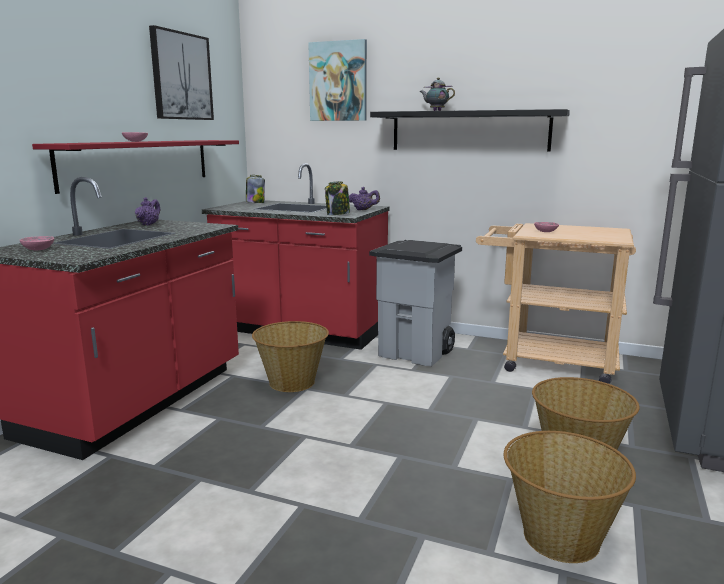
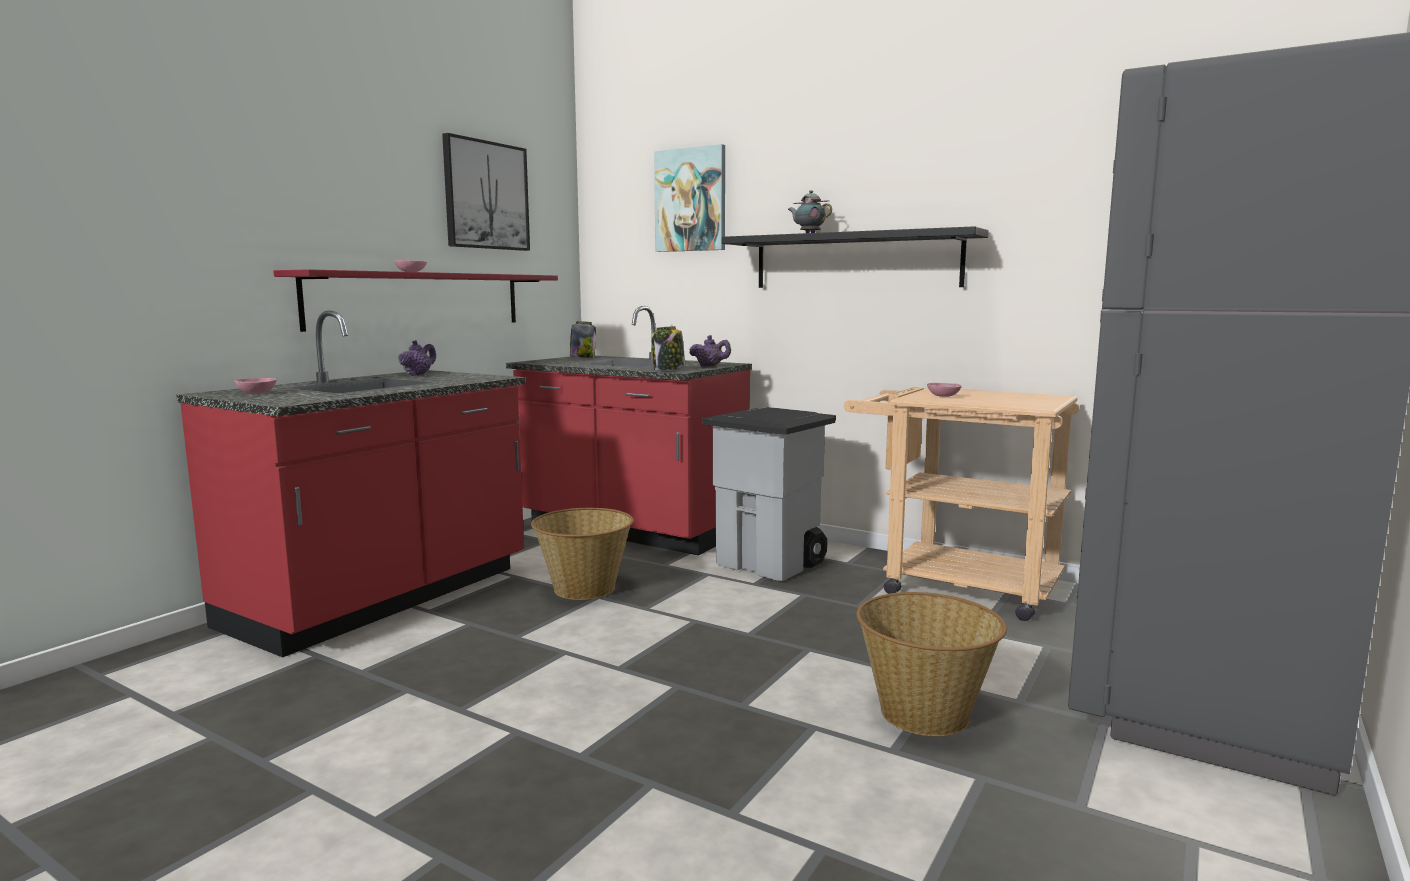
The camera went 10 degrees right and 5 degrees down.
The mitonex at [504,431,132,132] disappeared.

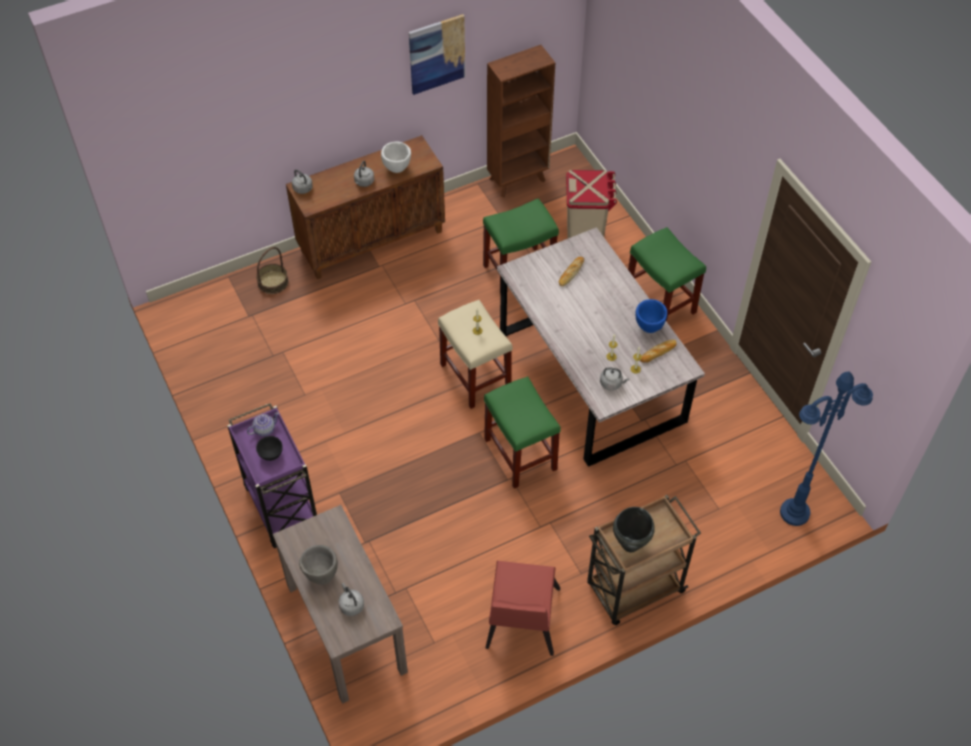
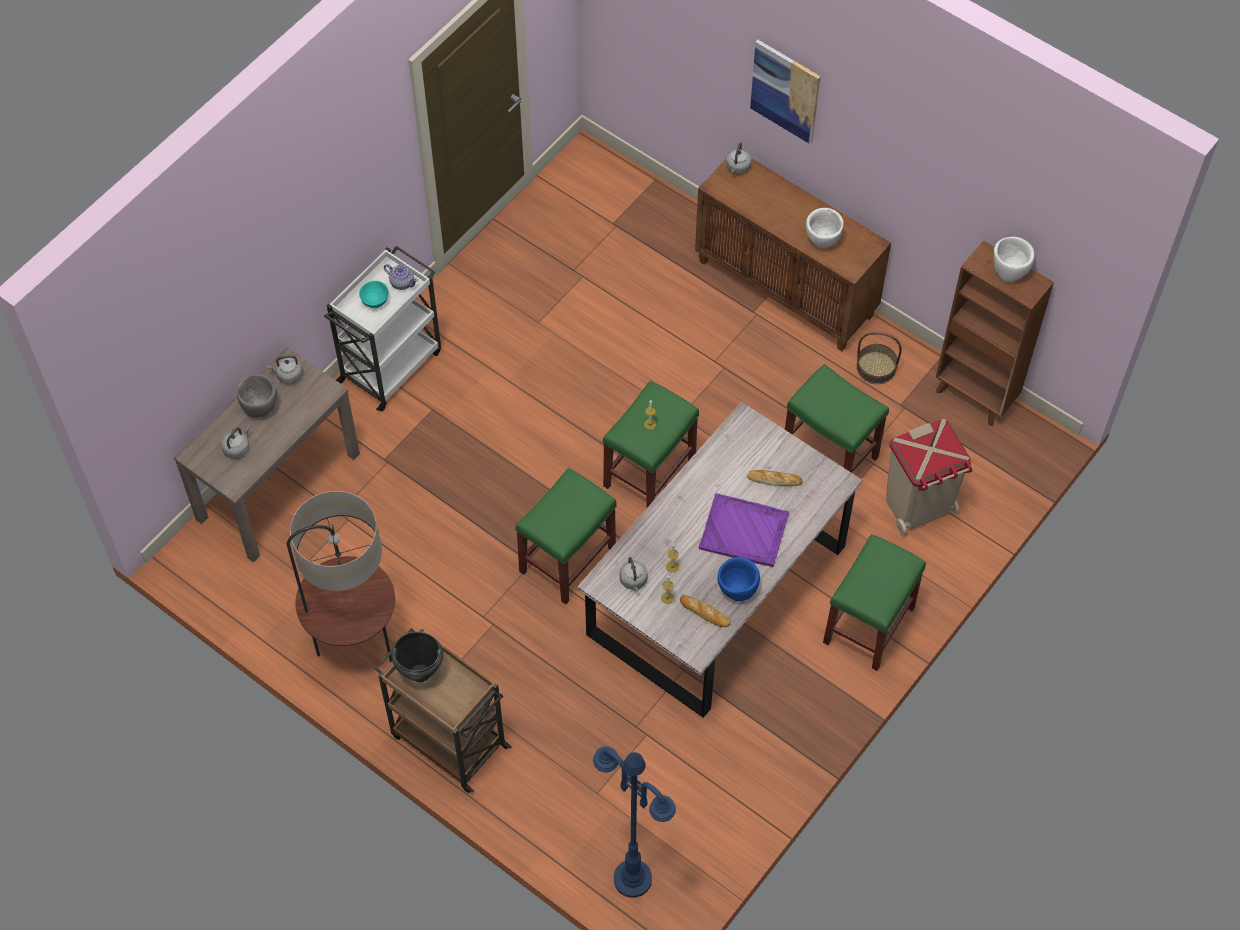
The camera went 65 degrees right and 5 degrees up.
The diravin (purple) at [699,493,90,74] appeared.
The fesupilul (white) at [994,237,41,45] appeared.
The mitonex moved from [256,247,32,47] to [856,332,46,52].
The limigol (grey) moved from [354,161,20,26] to [267,355,36,29].
The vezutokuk moved from [409,14,56,81] to [750,40,70,104].
The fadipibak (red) at [486,561,74,95] was replaced by the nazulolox at [287,491,108,171].
The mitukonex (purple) at [227,403,90,145] became the mitukonex (white) at [324,246,117,166].
The fesupilul (black) at [256,436,26,25] became the fesupilul (turquoise) at [359,281,30,27].
The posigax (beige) at [438,300,75,109] became the posigax (green) at [603,380,96,127].

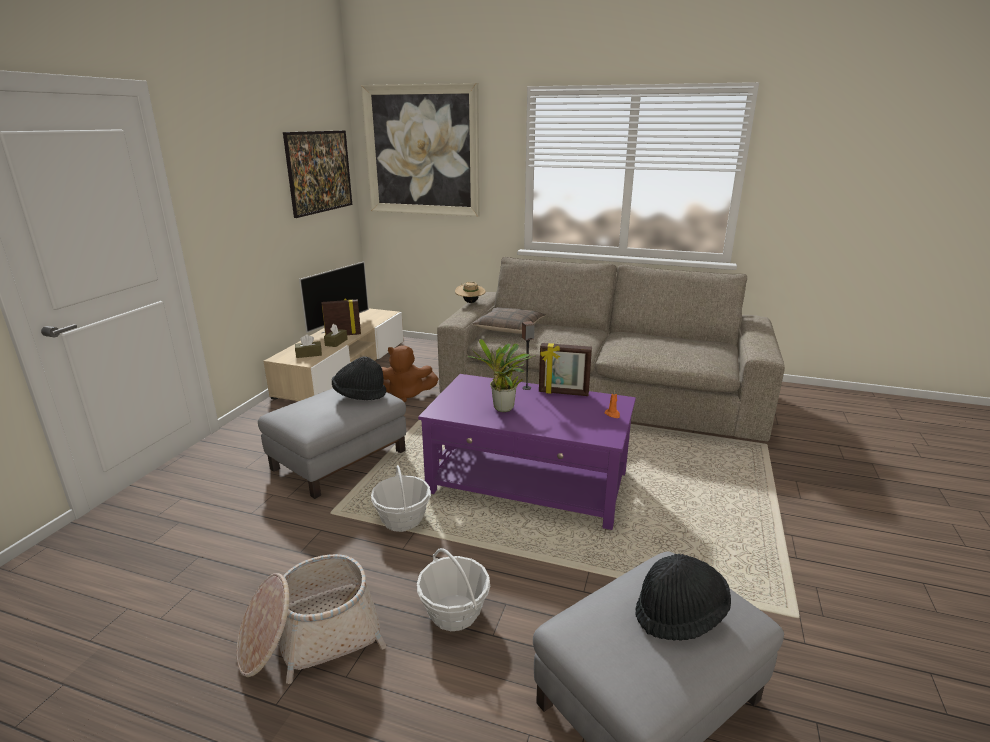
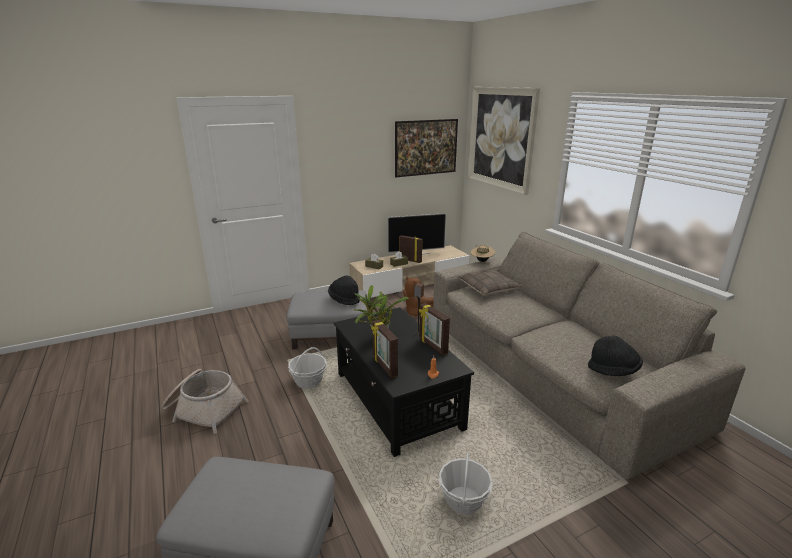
The camera went 45 degrees right and 0 degrees up.
The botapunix at [371,320,27,58] appeared.
The mitonex moved from [417,548,73,83] to [439,452,54,63].
The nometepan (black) moved from [635,554,96,87] to [588,335,55,41].
The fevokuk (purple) at [418,374,218,156] became the fevokuk (black) at [334,307,140,150].

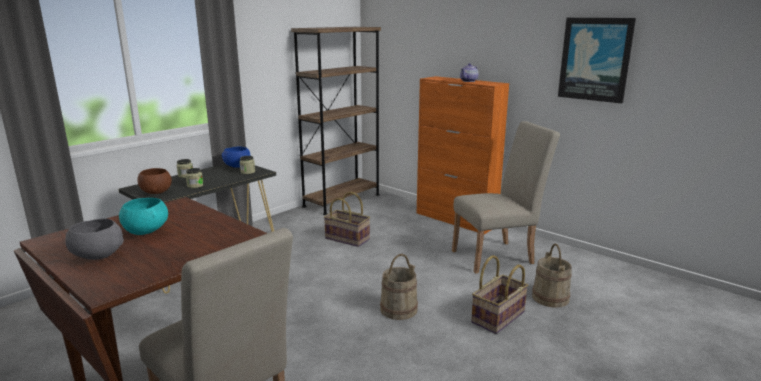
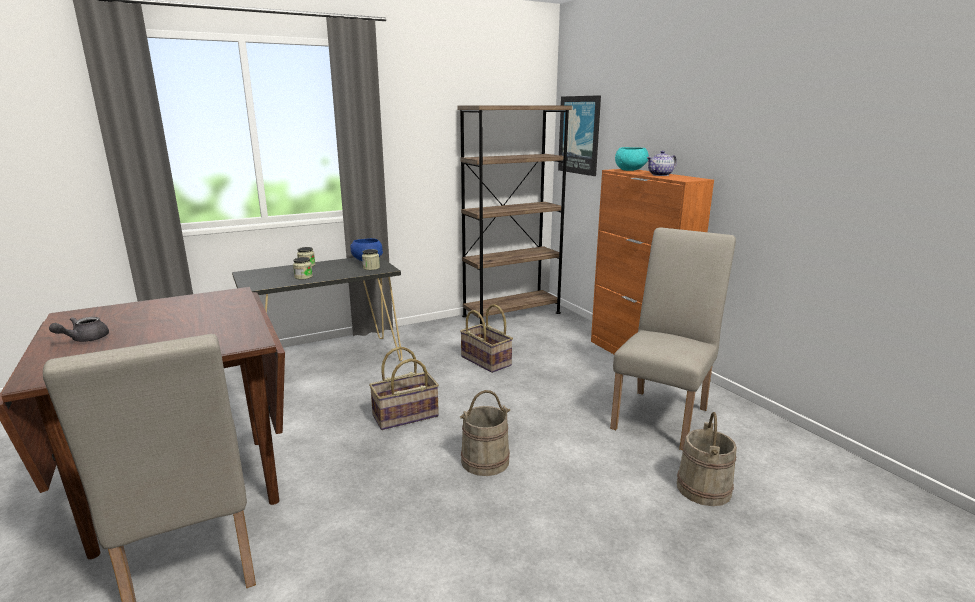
The camera went 20 degrees right and 0 degrees up.
The fesupilul (brown) at [137,168,35,26] disappeared.
The fesupilul (turquoise) moved from [119,198,49,37] to [615,147,34,24].
The mitonex moved from [471,255,57,79] to [369,347,70,83].
The vezutokuk moved from [558,18,78,86] to [558,95,43,81].
The fesupilul (grey) at [65,218,59,42] was replaced by the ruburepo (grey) at [49,317,60,25].
The fadipibak (beige) at [452,121,108,152] turned 60 degrees counterclockwise.

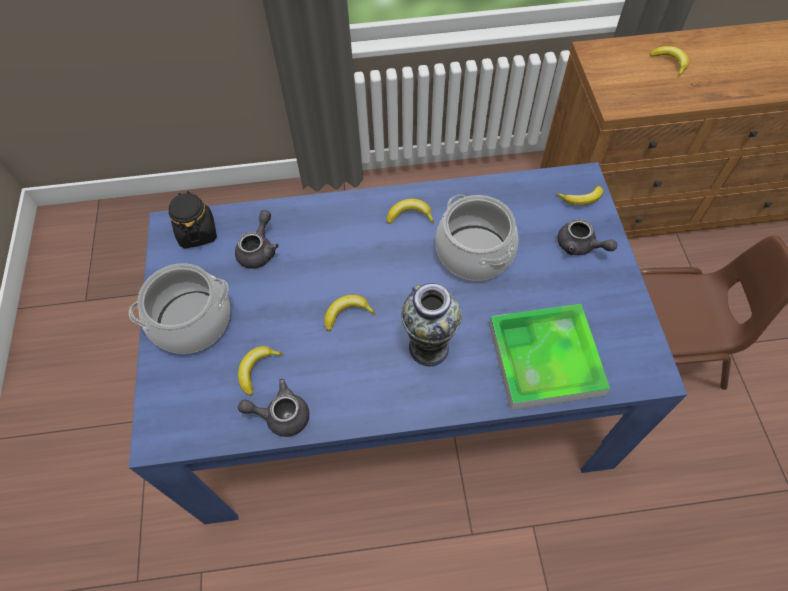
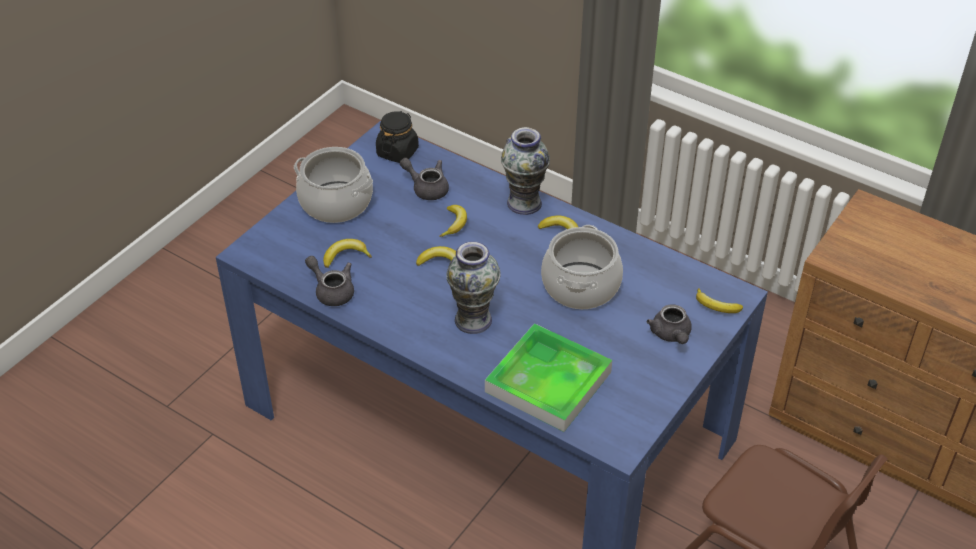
The camera went 40 degrees right and 15 degrees down.
The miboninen at [501,127,49,88] appeared.
The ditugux moved from [650,46,39,30] to [439,205,28,32].
The ruburepo (grey) at [235,210,44,59] turned 120 degrees counterclockwise.

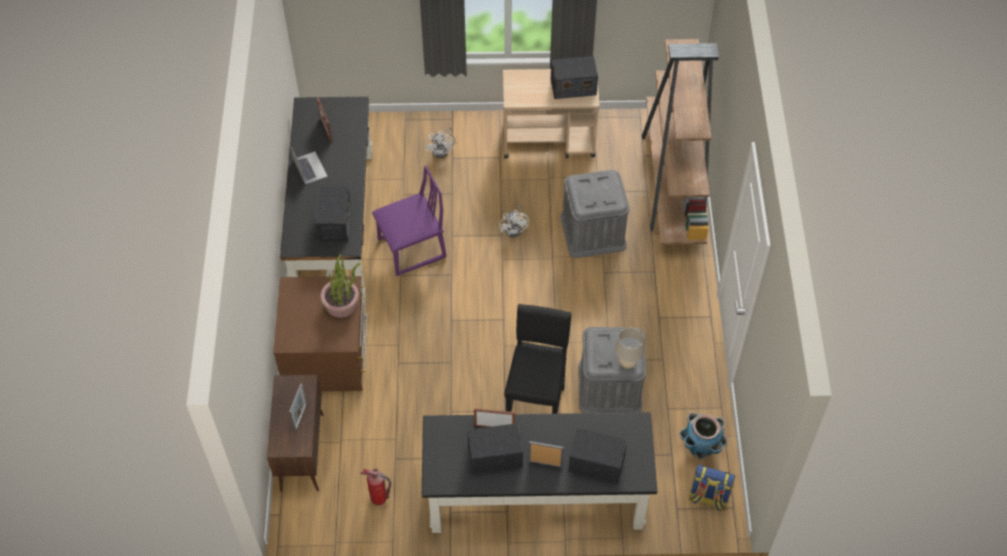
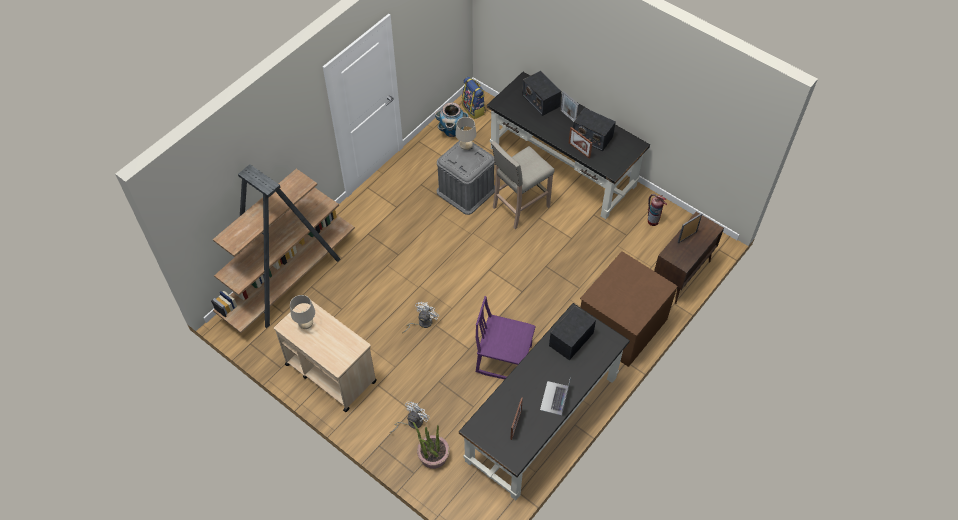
The camera went 140 degrees left and 0 degrees up.
The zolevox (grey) at [560,170,69,88] disappeared.
The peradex moved from [320,254,41,64] to [413,422,37,47].
The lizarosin at [551,56,47,43] was replaced by the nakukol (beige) at [290,295,25,34].
The posigax (black) at [504,304,68,110] became the posigax (beige) at [491,141,63,88].

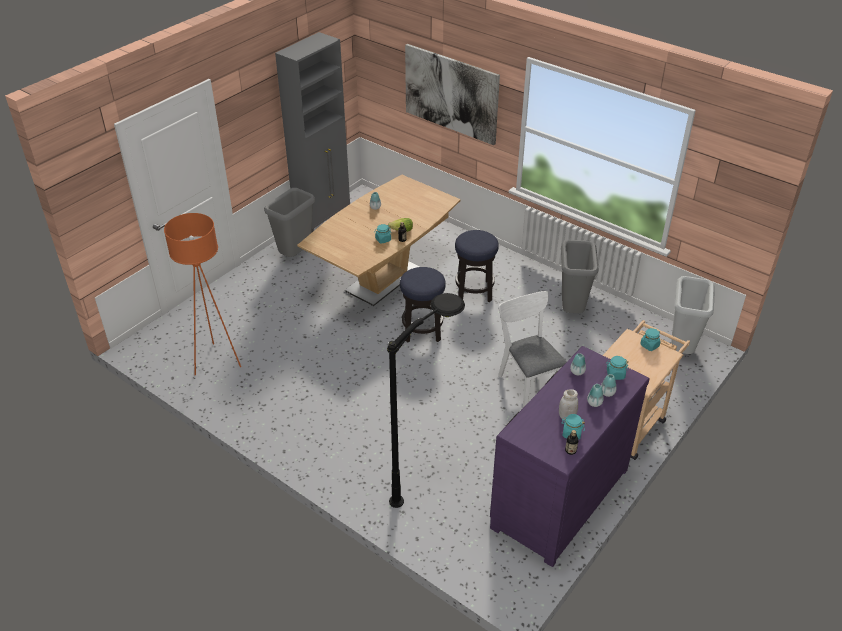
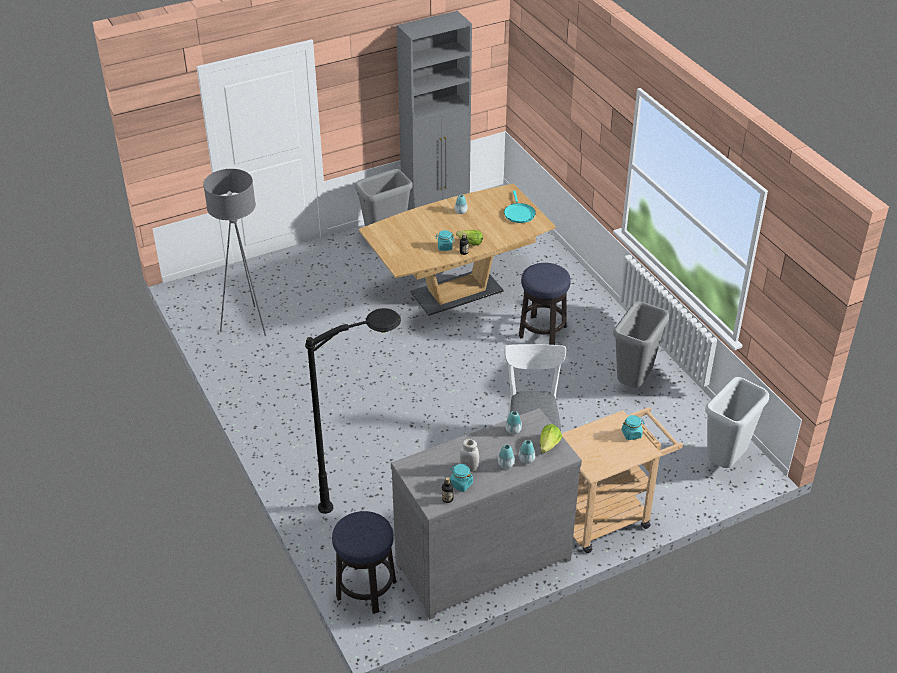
The camera went 25 degrees right and 0 degrees up.
The vezutokuk at [405,44,95,101] disappeared.
The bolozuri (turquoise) at [504,190,32,33] appeared.
The posigax moved from [400,267,46,75] to [332,511,64,103].
The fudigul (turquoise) at [606,356,22,24] was replaced by the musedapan at [540,424,22,29].
The nazulolox (orange) at [164,213,77,162] became the nazulolox (grey) at [203,169,63,167].
The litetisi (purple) at [490,346,160,221] became the litetisi (grey) at [391,408,191,211].

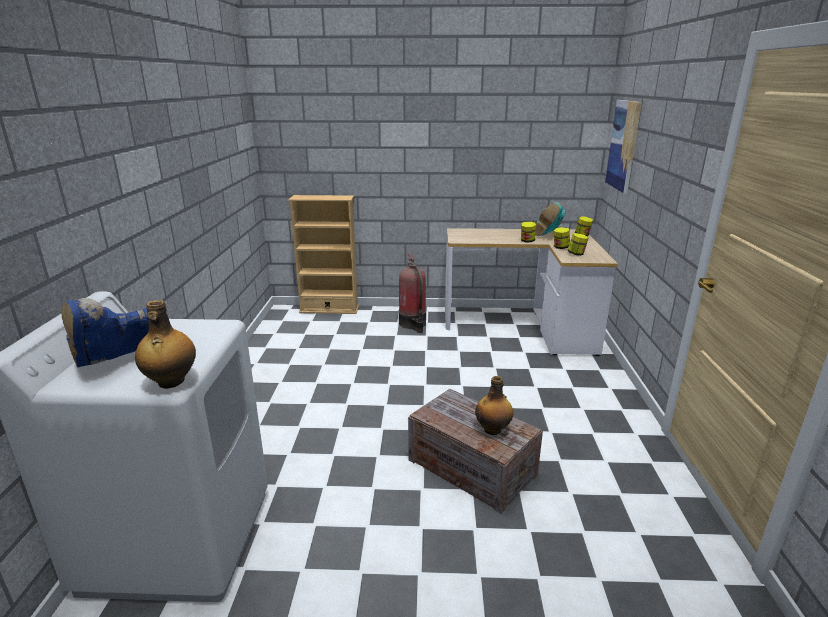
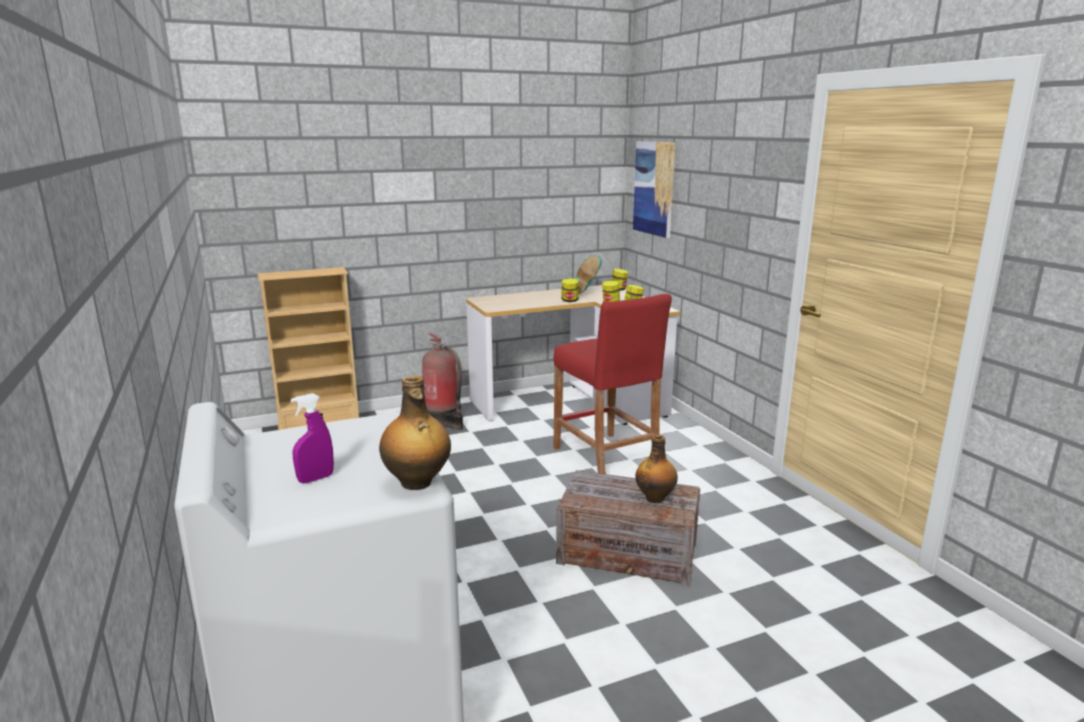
The camera went 25 degrees left and 5 degrees down.
The posigax (red) at [553,294,119,180] appeared.
The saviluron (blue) at [61,298,88,69] was replaced by the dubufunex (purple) at [291,393,43,90].

